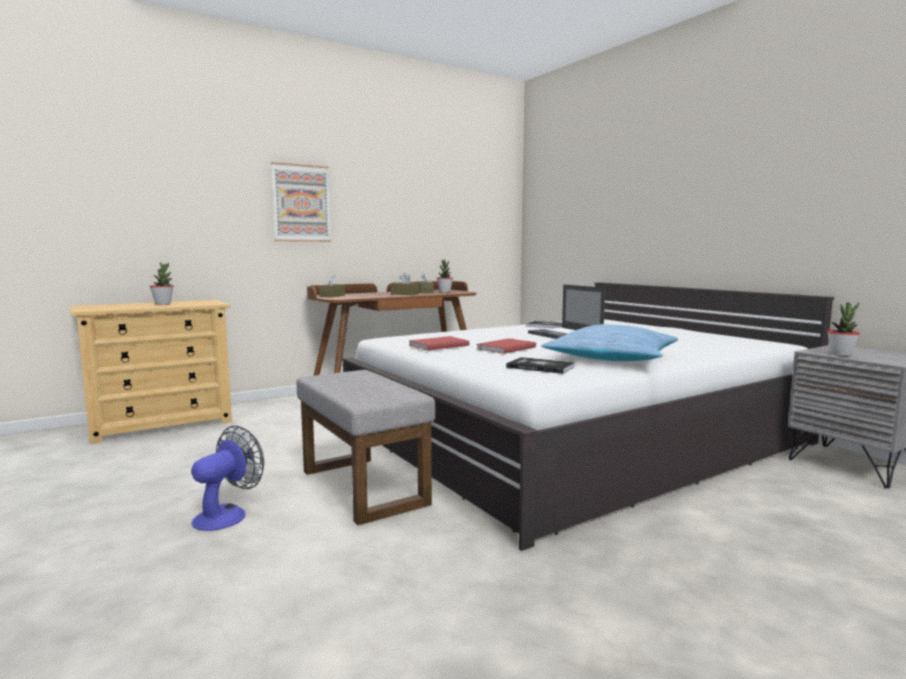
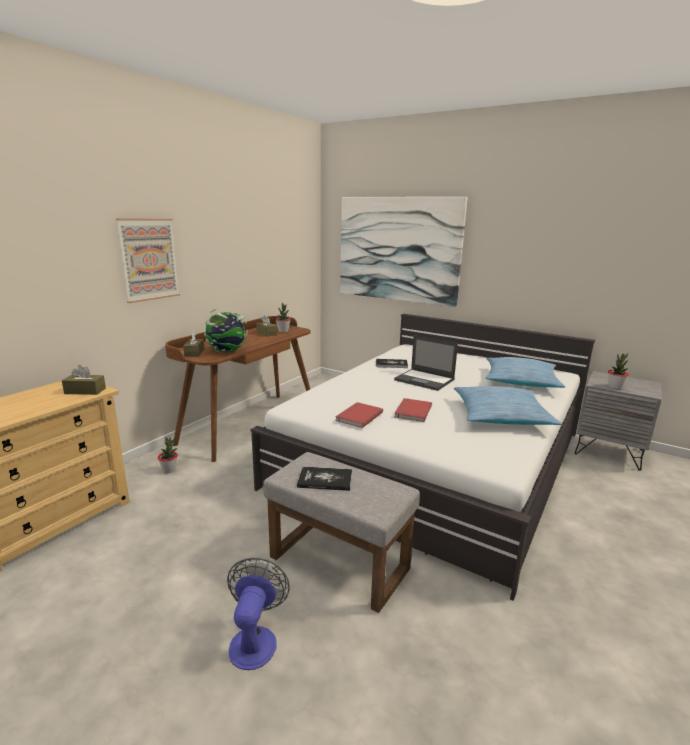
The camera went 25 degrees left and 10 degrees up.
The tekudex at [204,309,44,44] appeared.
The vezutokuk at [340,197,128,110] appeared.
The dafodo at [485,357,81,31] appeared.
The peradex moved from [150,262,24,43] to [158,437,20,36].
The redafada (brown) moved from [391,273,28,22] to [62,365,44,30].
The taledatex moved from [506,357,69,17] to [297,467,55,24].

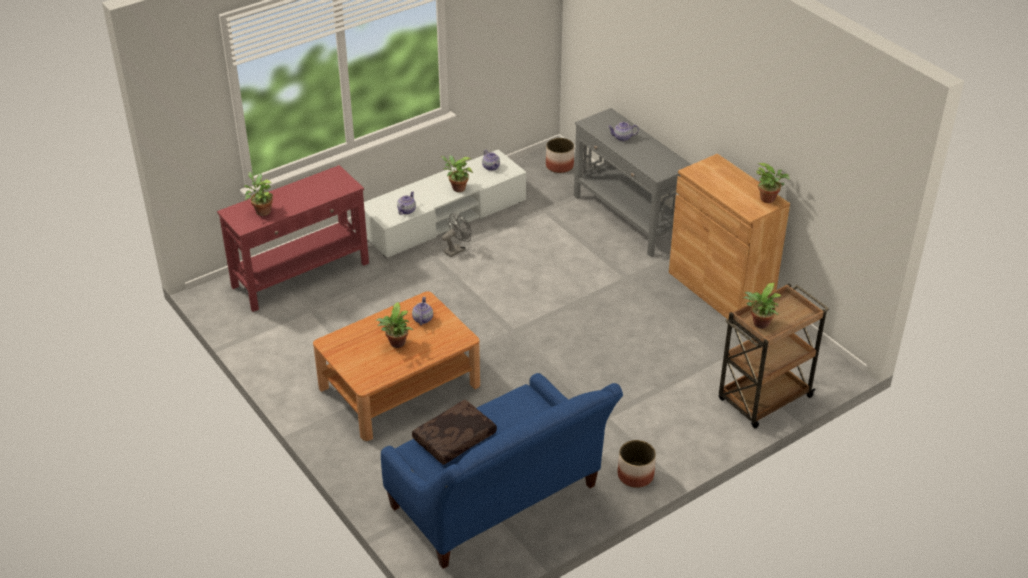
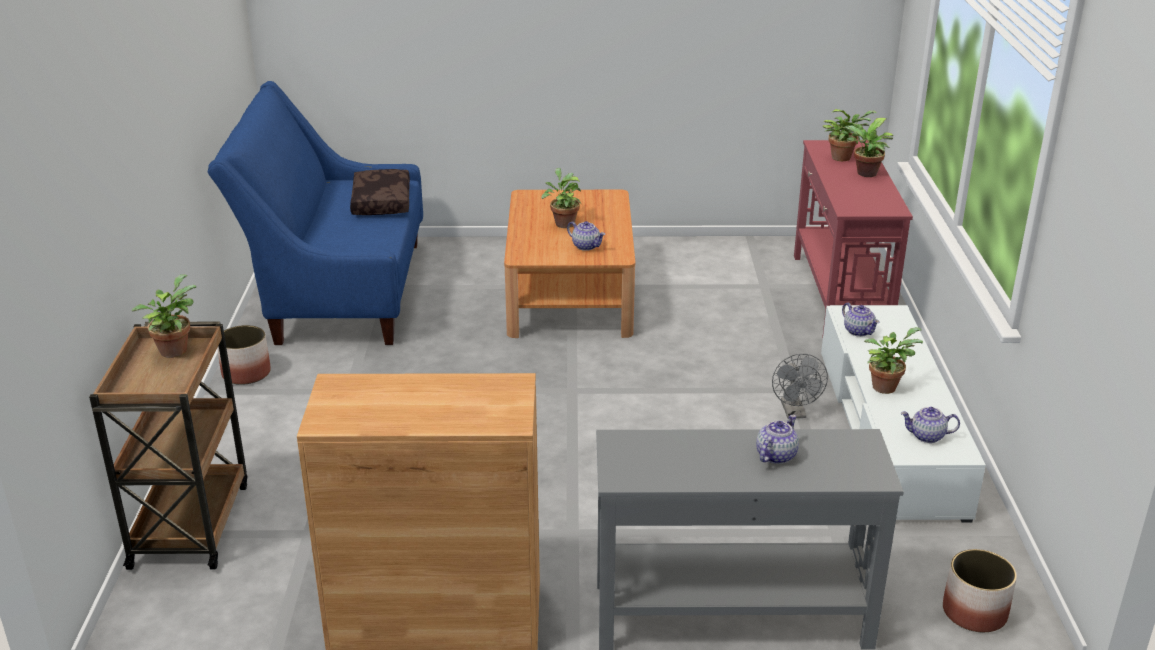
The camera went 125 degrees right and 10 degrees down.
The peradex moved from [756,163,34,40] to [842,118,52,59].

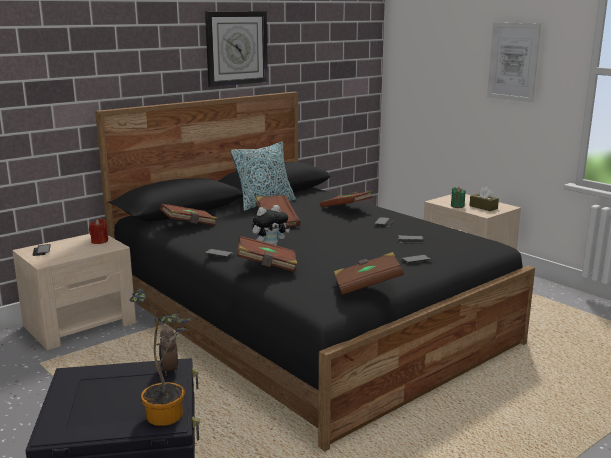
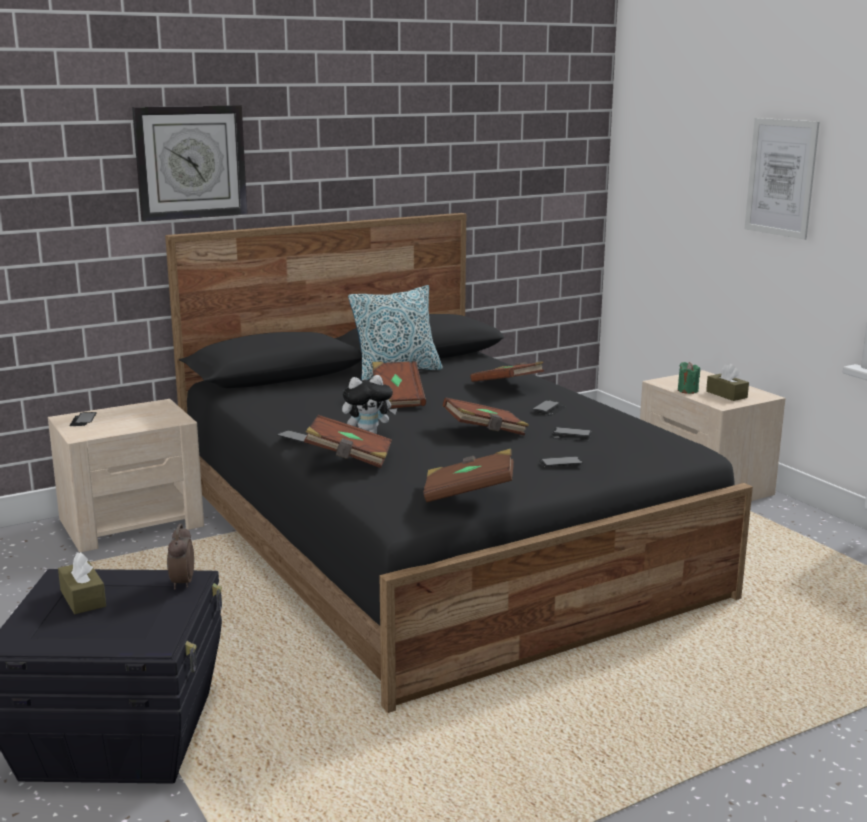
The camera went 10 degrees right and 0 degrees up.
The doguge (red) at [89,219,19,25] disappeared.
The peradex at [129,288,65,138] disappeared.
The redafada (brown) at [58,552,48,62] appeared.
The taledatex (brown) moved from [160,204,57,22] to [443,397,86,39].
The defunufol moved from [205,11,63,76] to [132,105,115,116].

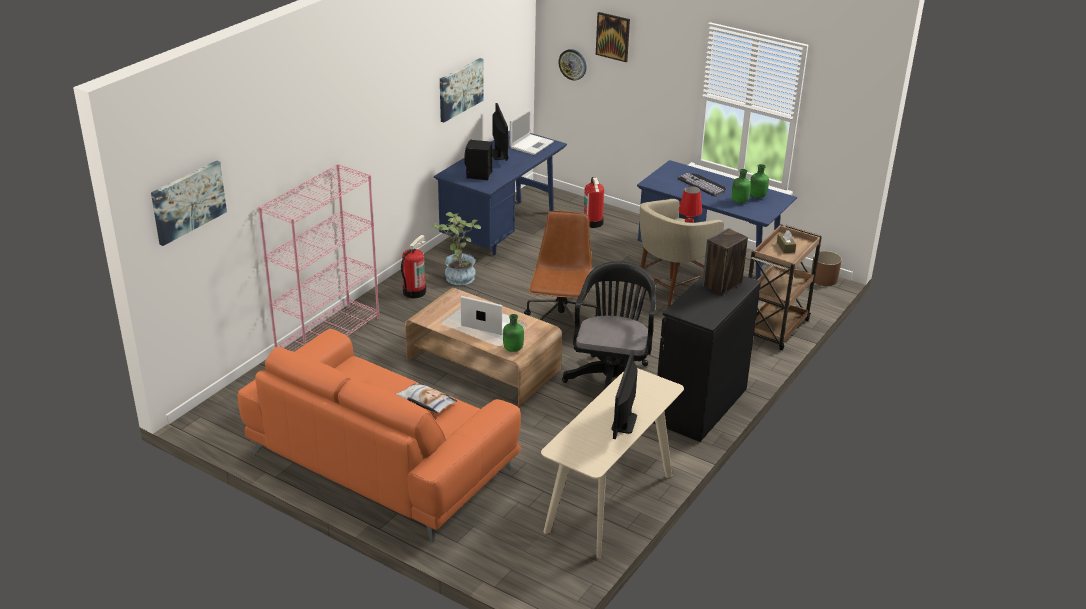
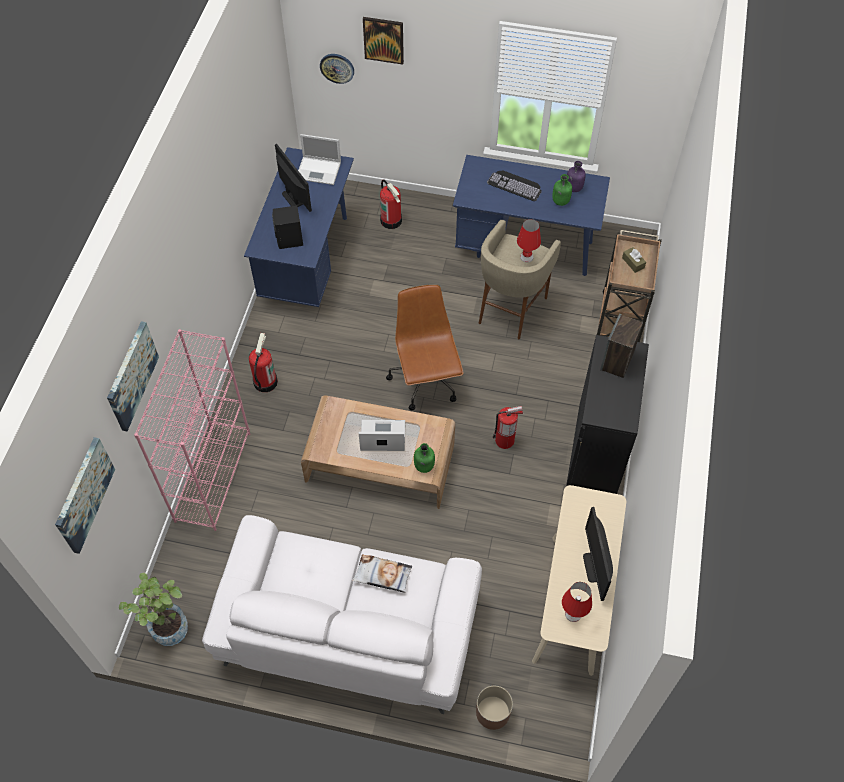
The camera went 20 degrees left and 25 degrees up.
The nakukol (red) at [562,582,30,40] appeared.
The peradex moved from [431,212,50,73] to [119,572,69,74].
The vezutokuk moved from [440,58,44,65] to [107,321,52,110].
The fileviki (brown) moved from [811,251,31,35] to [476,686,37,44].
The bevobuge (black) at [562,261,94,129] was replaced by the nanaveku at [492,406,31,43].
The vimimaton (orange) at [237,329,284,214] became the vimimaton (white) at [202,515,280,199].
The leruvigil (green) at [750,164,19,34] became the leruvigil (purple) at [567,161,19,31].
The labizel at [510,109,44,46] turned 90 degrees clockwise.

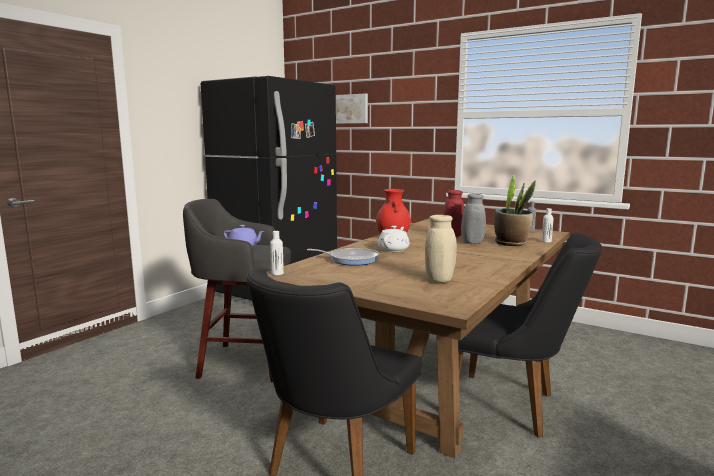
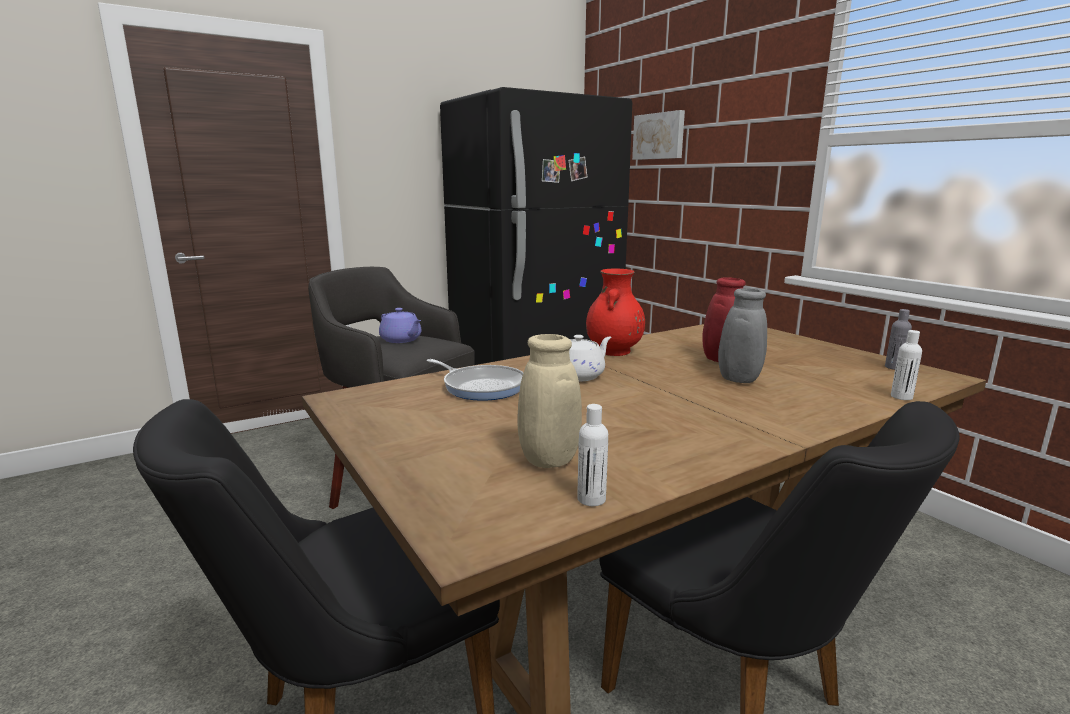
The camera went 25 degrees right and 5 degrees up.
The peradex at [494,174,42,72] disappeared.
The leruvigil (white) moved from [270,231,14,44] to [577,404,31,102].

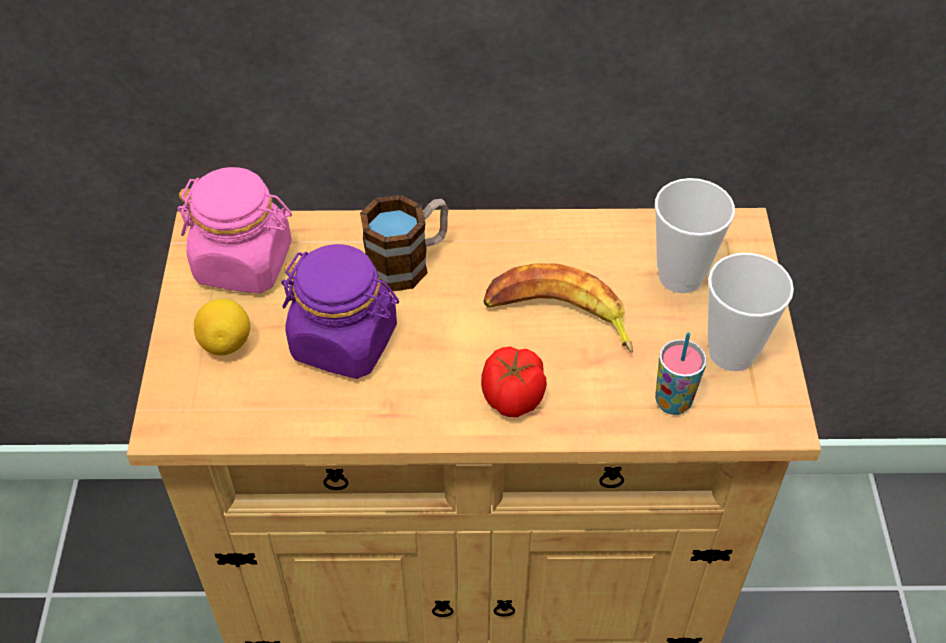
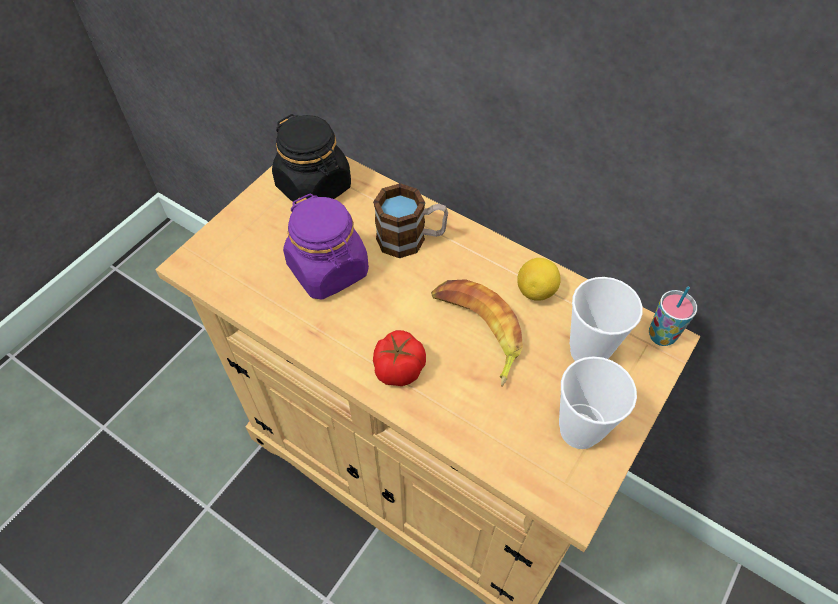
The camera went 35 degrees right and 5 degrees up.
The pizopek moved from [194,299,56,56] to [517,258,44,43].
The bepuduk moved from [655,332,52,83] to [649,287,48,59].
The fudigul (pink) at [178,167,114,126] became the fudigul (black) at [272,114,79,90].

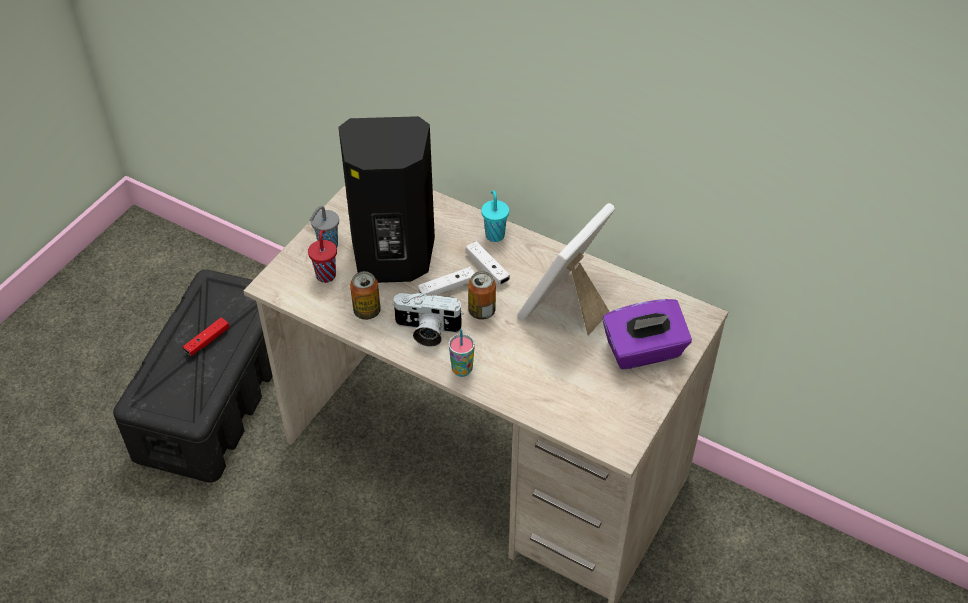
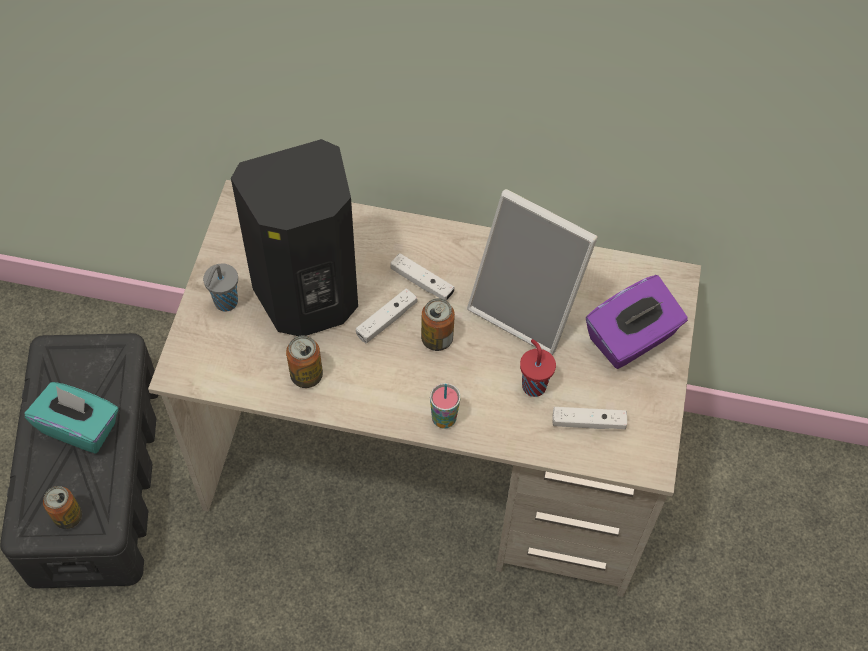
The camera went 20 degrees left and 10 degrees up.
The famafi at [392,293,72,54] disappeared.
The bepuduk (turquoise) at [481,190,28,52] disappeared.
The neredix at [43,486,39,43] appeared.
The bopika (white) at [552,407,75,22] appeared.
The bepuduk (red) moved from [308,230,29,53] to [520,339,36,58].
The bopika (red) at [183,318,46,38] was replaced by the redafada (turquoise) at [25,382,93,72].
The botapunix at [517,203,98,133] turned 75 degrees counterclockwise.

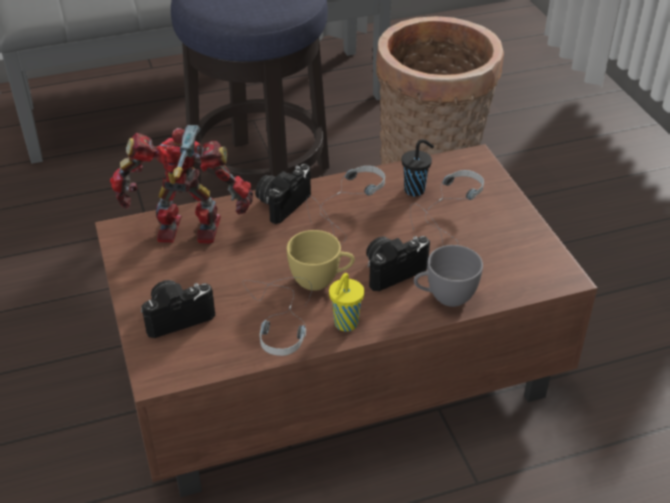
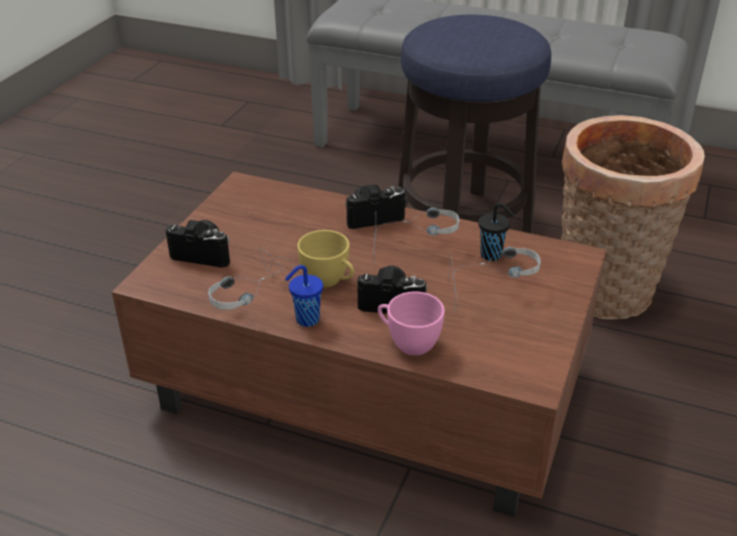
The camera went 40 degrees right and 5 degrees down.
The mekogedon at [110,125,143,119] disappeared.
The bepuduk (yellow) at [329,273,35,59] became the bepuduk (blue) at [285,265,38,62].
The bepuduk (grey) at [414,245,69,62] became the bepuduk (pink) at [378,292,67,64].

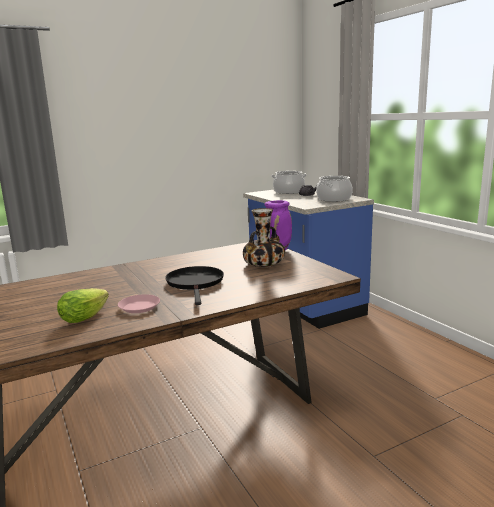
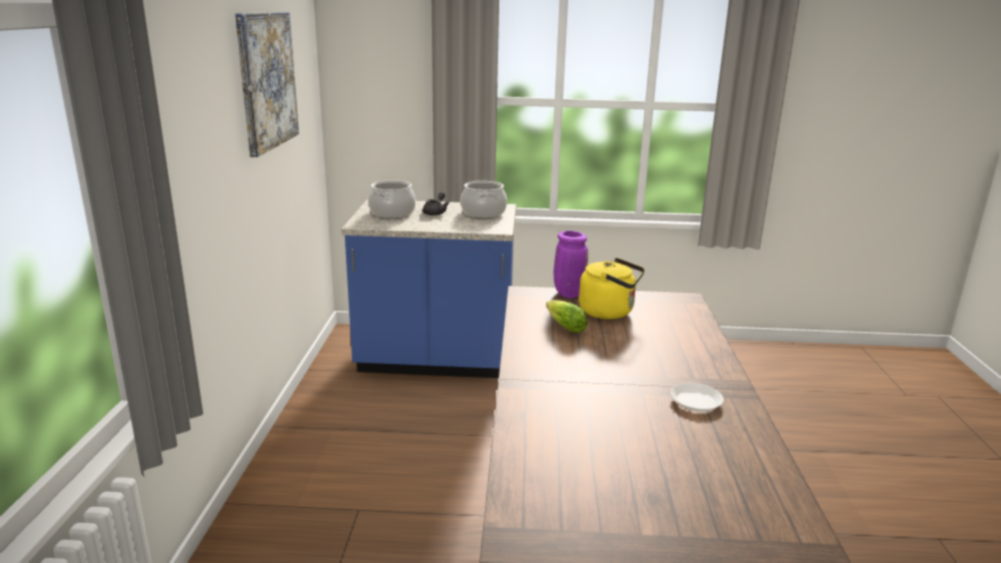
The camera went 60 degrees left and 5 degrees up.
The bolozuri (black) at [165,266,59,39] disappeared.
The vezutokuk at [235,11,64,146] appeared.
The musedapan moved from [57,288,52,35] to [546,300,41,33].
The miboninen at [243,208,42,59] was replaced by the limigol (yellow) at [579,258,66,61].
The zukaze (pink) at [118,294,42,19] became the zukaze (white) at [671,383,53,29].

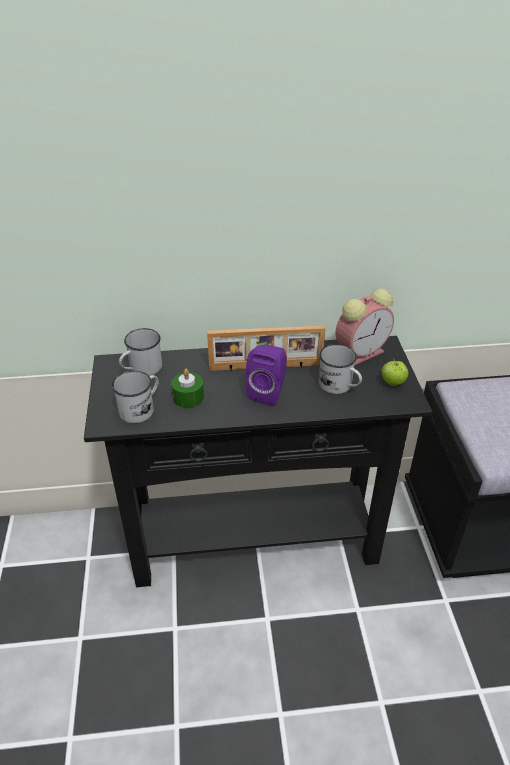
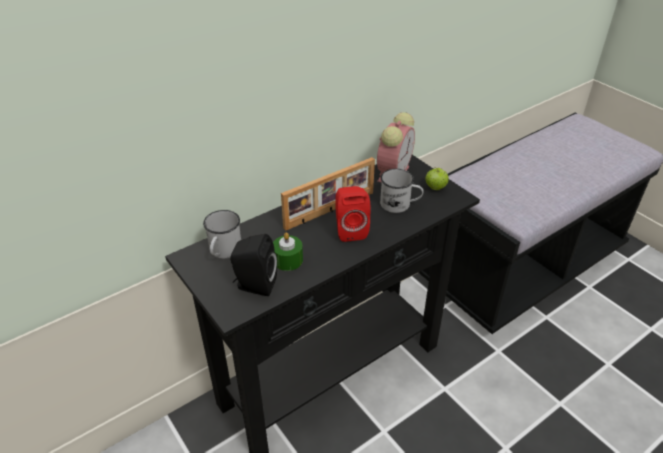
The camera went 30 degrees left and 0 degrees up.
The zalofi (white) at [112,371,47,52] was replaced by the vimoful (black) at [230,234,47,62].
The vimoful (purple) at [246,345,41,61] became the vimoful (red) at [335,186,36,56].

